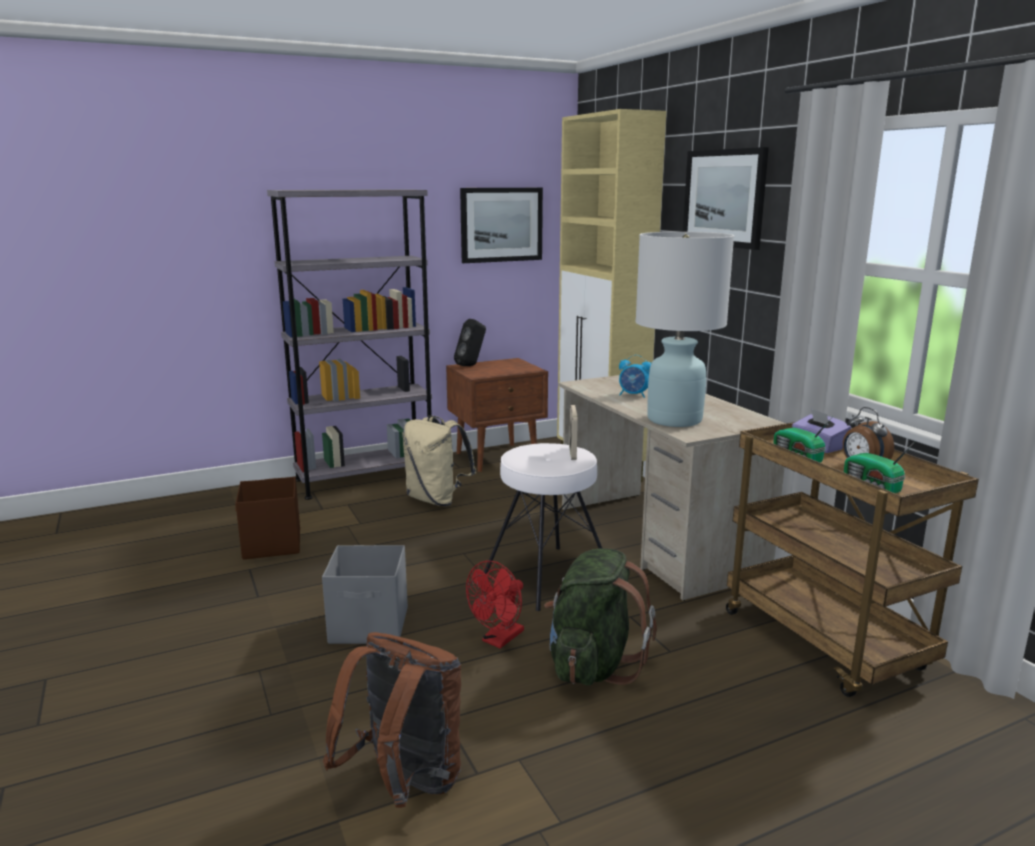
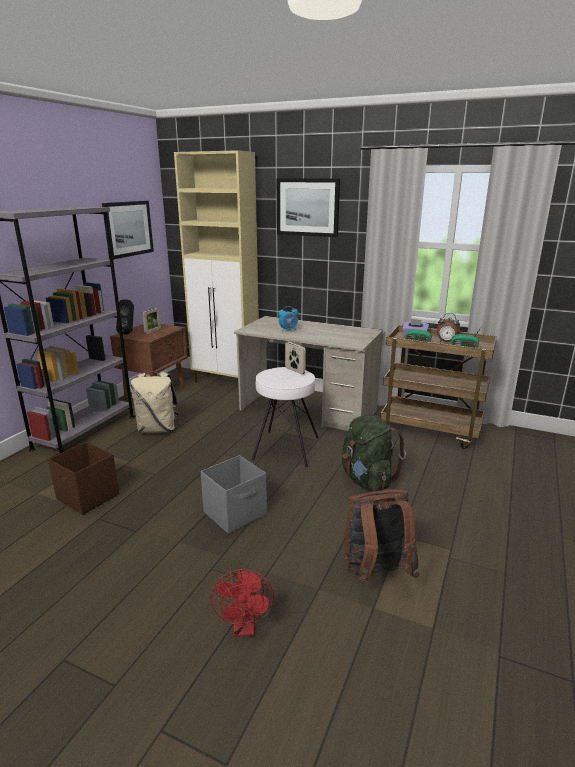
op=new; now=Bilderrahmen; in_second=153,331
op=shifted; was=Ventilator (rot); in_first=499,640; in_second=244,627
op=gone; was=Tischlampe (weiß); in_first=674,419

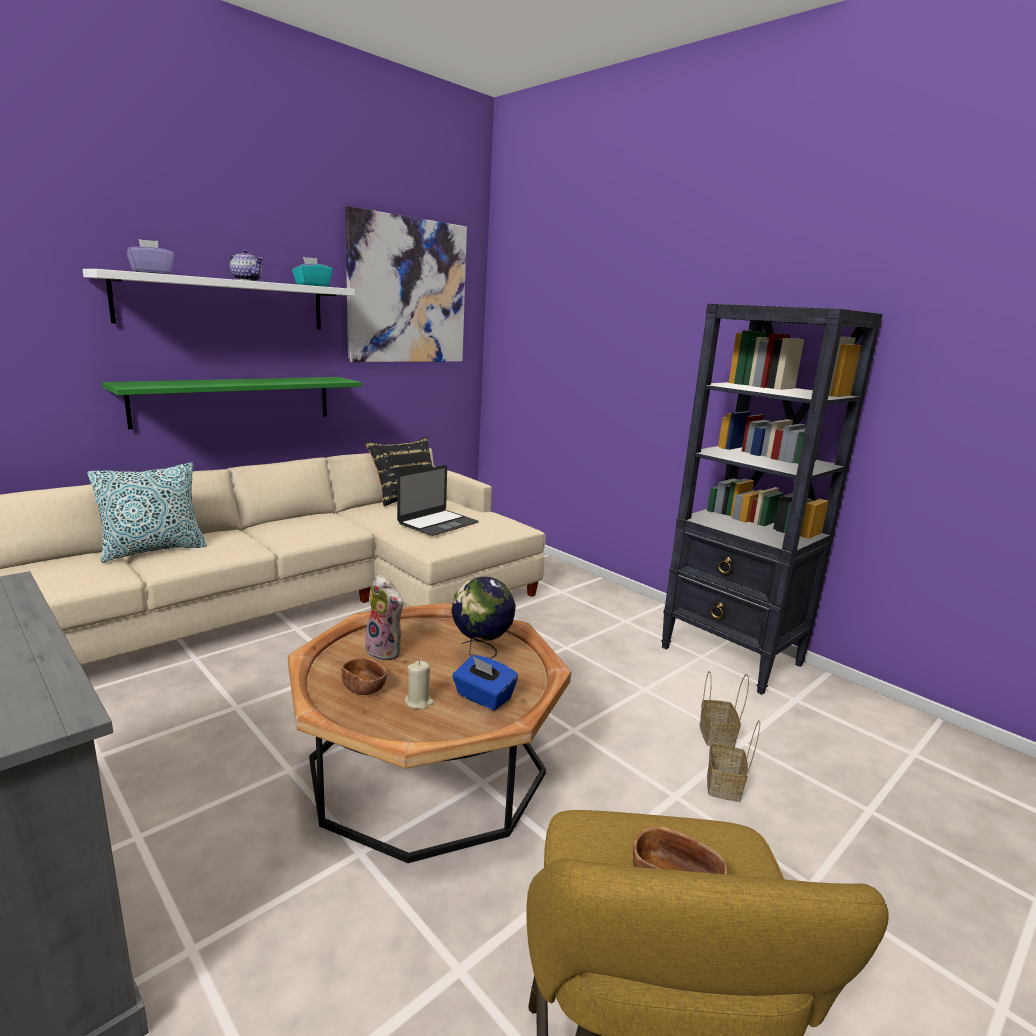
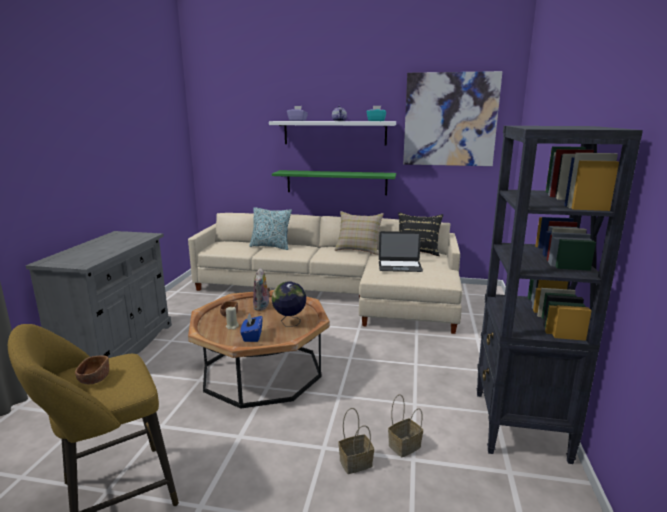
op=new; now=Kissen (beige); in_second=358,249

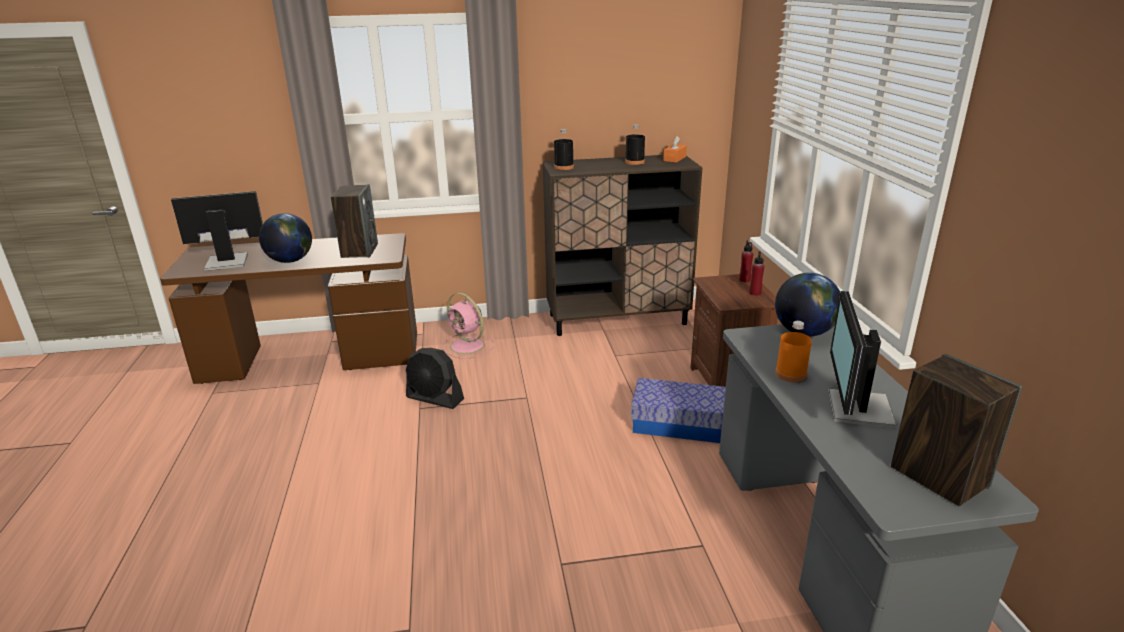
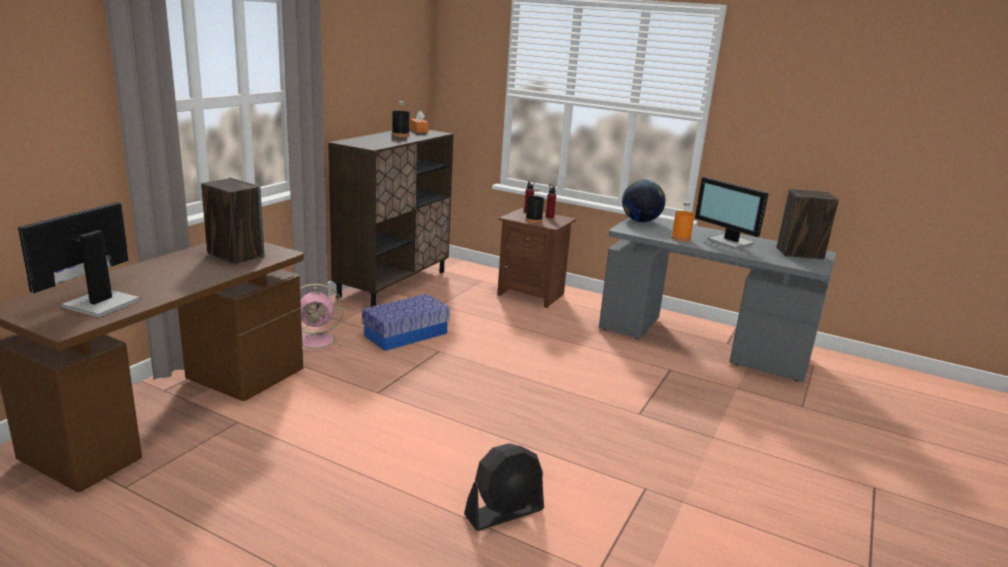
op=shifted; was=Aufbewahrungsbox; in_first=678,424; in_second=406,334
op=shifted; was=Ventilator (schwarz); in_first=435,398; in_second=504,512
op=shifted; was=Flasche (schwarz); in_first=563,167; in_second=533,220
op=gone; was=Globus; in_first=290,260

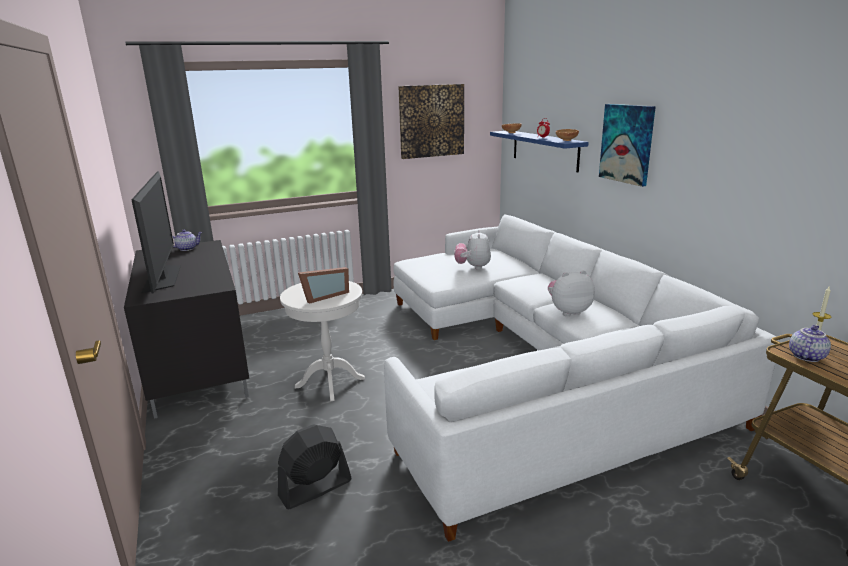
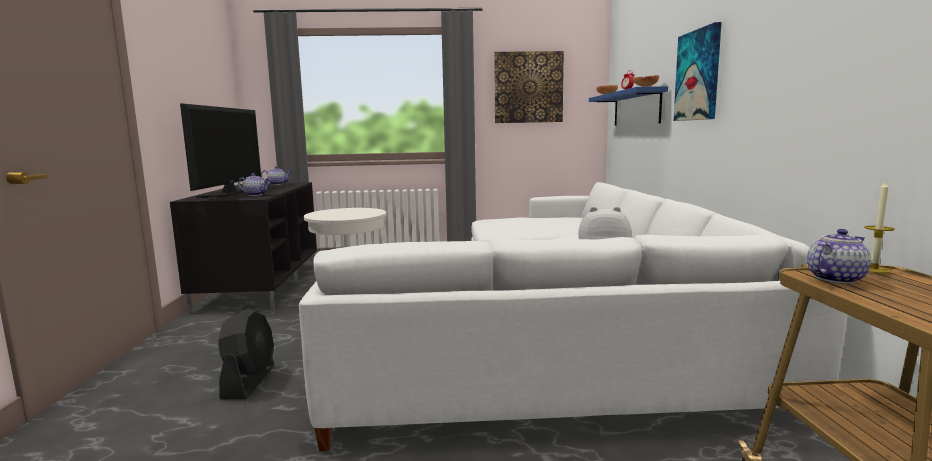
op=rotated; was=Ventilator (schwarz); in_first=315,488; in_second=249,381; clockwise=105
op=new; now=Teekanne; in_second=255,195
op=gone; was=Bilderrahmen; in_first=324,296
op=gone; was=Plüschtier; in_first=473,267

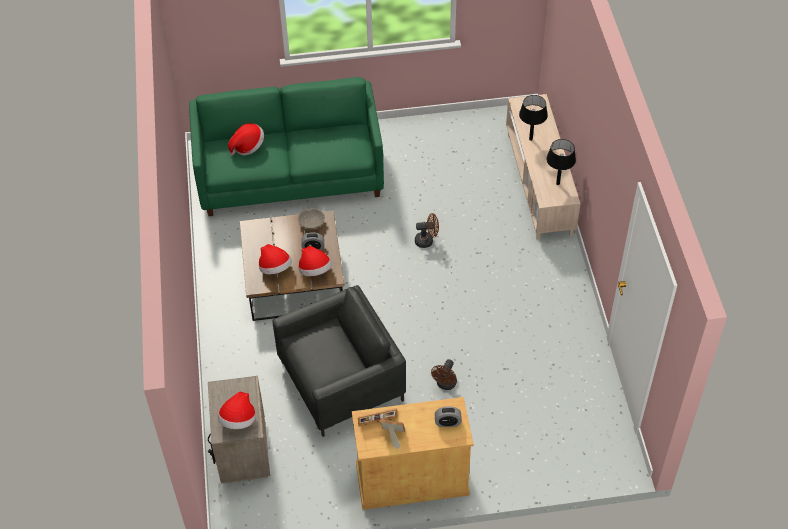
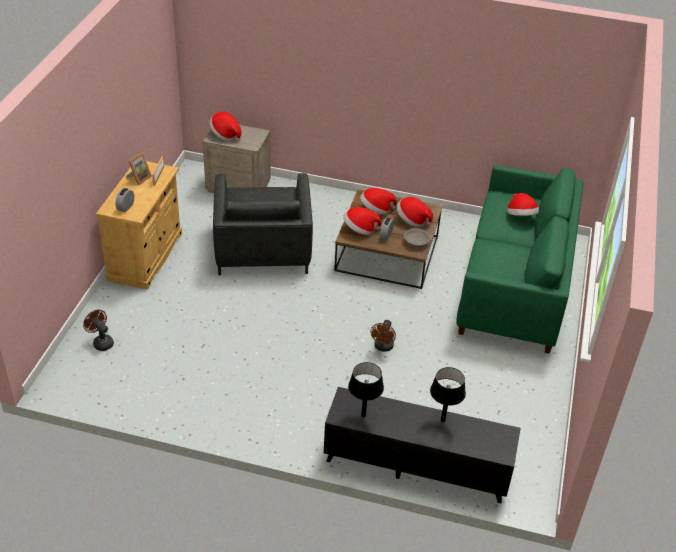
op=shifted; was=Ventilator (braun); in_first=445,385; in_second=101,342
op=repainted; was=Fernsehschrank (beige); now=Fernsehschrank (schwarz); in_first=539,183; in_second=417,465
op=new; now=Hut; in_second=412,220

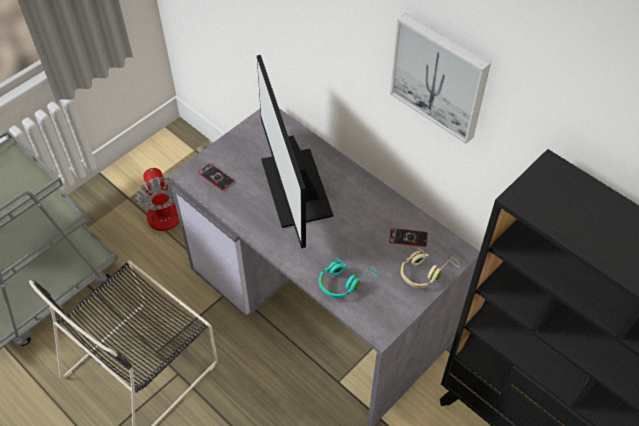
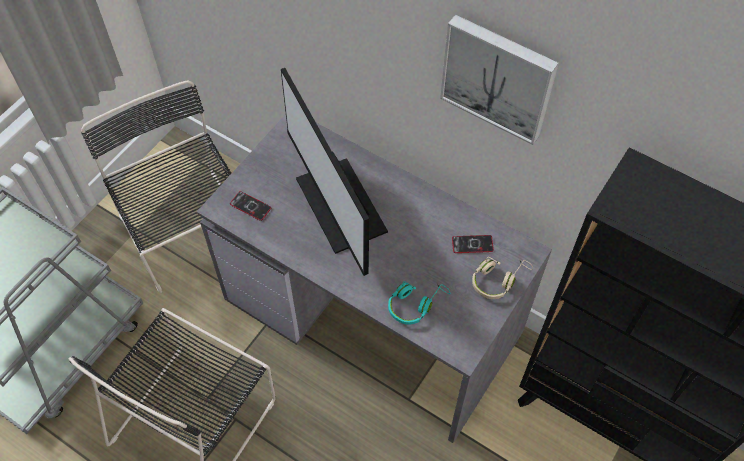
op=swapped; was=Ventilator; now=Stuhl (schwarz); in_first=172,207; in_second=189,233

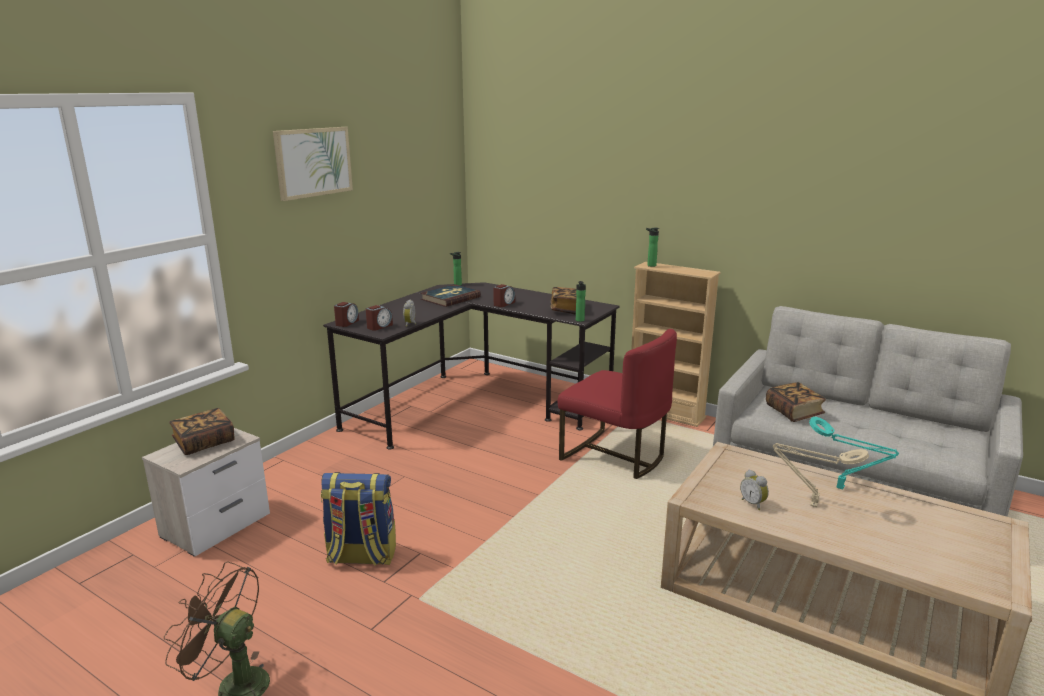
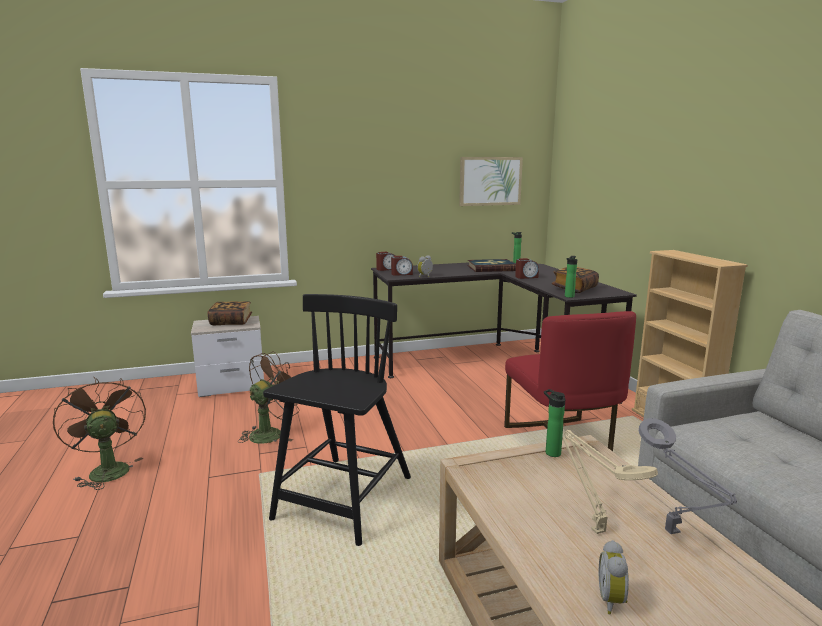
op=swapped; was=Rucksack; now=Ventilator (braun); in_first=361,556; in_second=271,433
op=new; now=Stuhl (schwarz); in_second=343,499
op=shifted; was=Bild; in_first=313,162; in_second=490,181
op=shifted; was=Flasche; in_first=650,265; in_second=551,452
op=shifted; was=Wecker; in_first=753,503; in_second=613,601
op=repainted; was=Tischlampe (türkis); now=Tischlampe (grau); in_first=843,488; in_second=675,534
op=gone; was=Buch; in_first=793,412

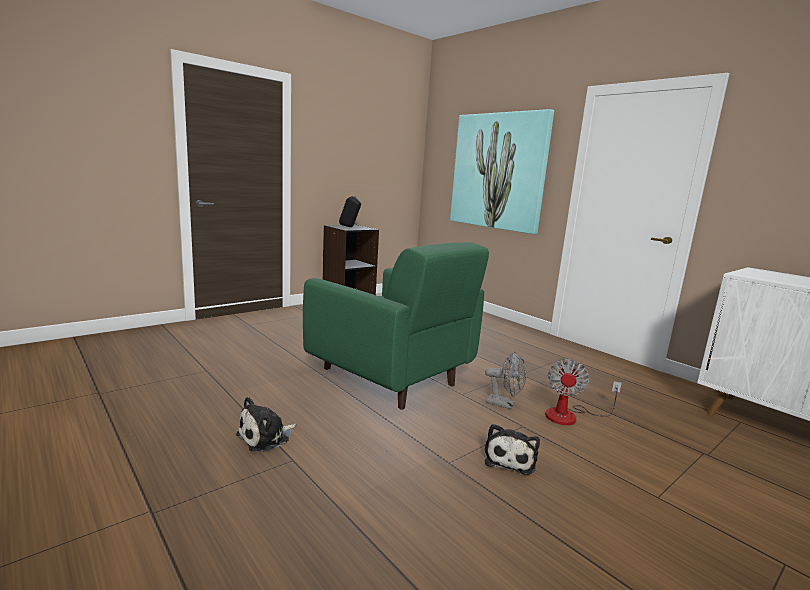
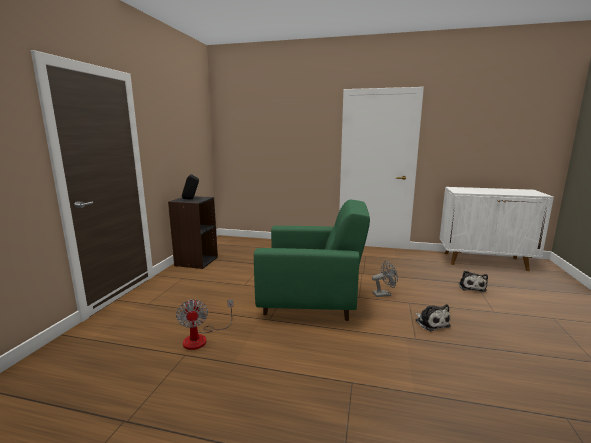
op=shifted; was=Ventilator; in_first=570,416; in_second=202,338
op=shifted; was=Plüschtier; in_first=266,437; in_second=471,287
op=gone; was=Bild; in_first=498,171

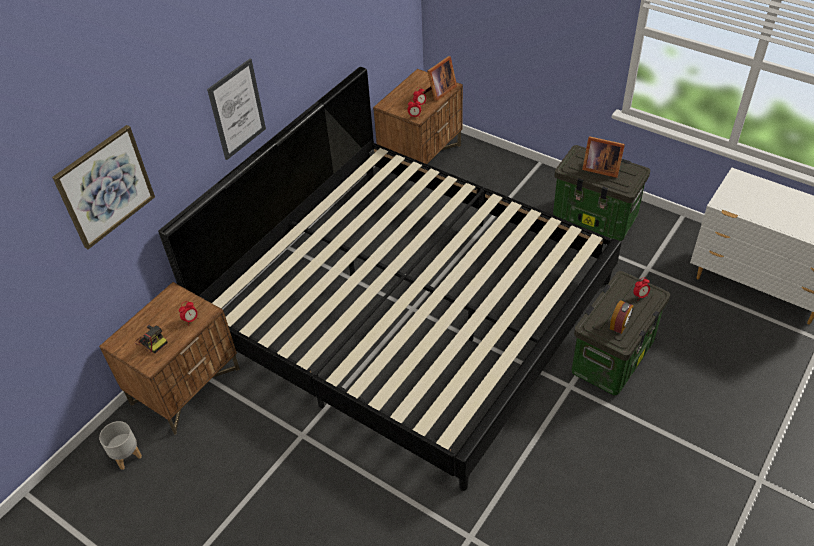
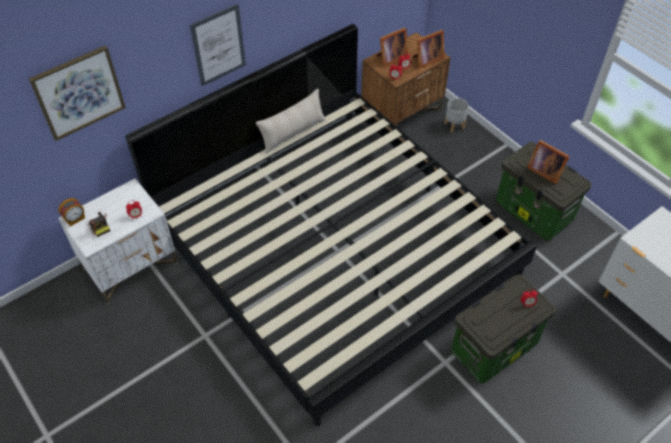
op=repainted; was=Nachttisch (braun); now=Nachttisch (weiß); in_first=186,386; in_second=130,265
op=shifted; was=Wecker; in_first=619,325; in_second=75,219
op=new; now=Kissen (beige); in_second=293,133
op=new; now=Bilderrahmen; in_second=390,58
op=shifted; was=Pflanzkübel (grau); in_first=127,455; in_second=454,125

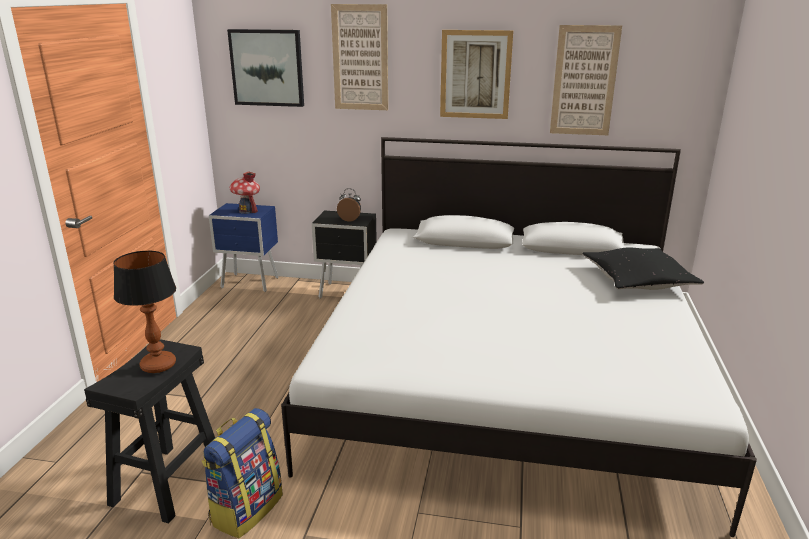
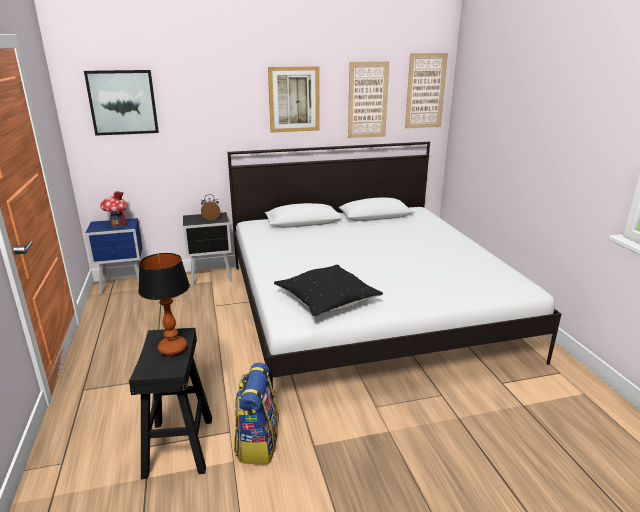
op=shifted; was=Kissen (schwarz); in_first=637,279; in_second=327,299
op=shifted; was=Bild; in_first=360,58; in_second=425,91

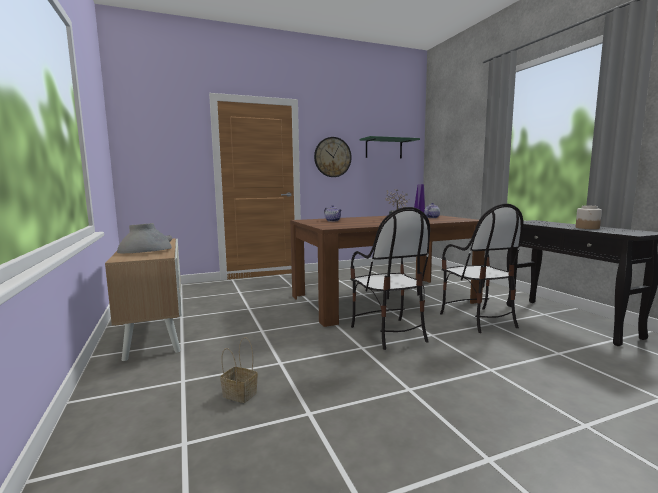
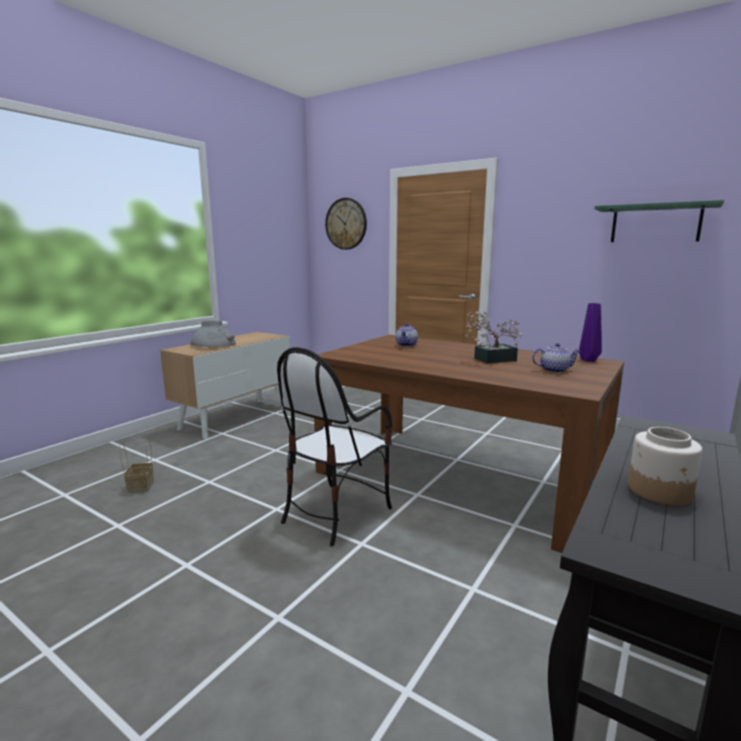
op=shifted; was=Wanduhr; in_first=332,157; in_second=346,224
op=gone; was=Stuhl; in_first=477,319

